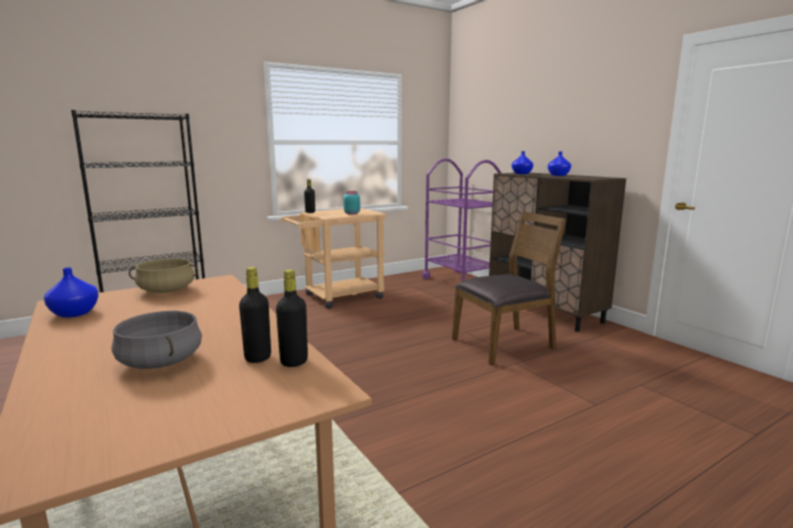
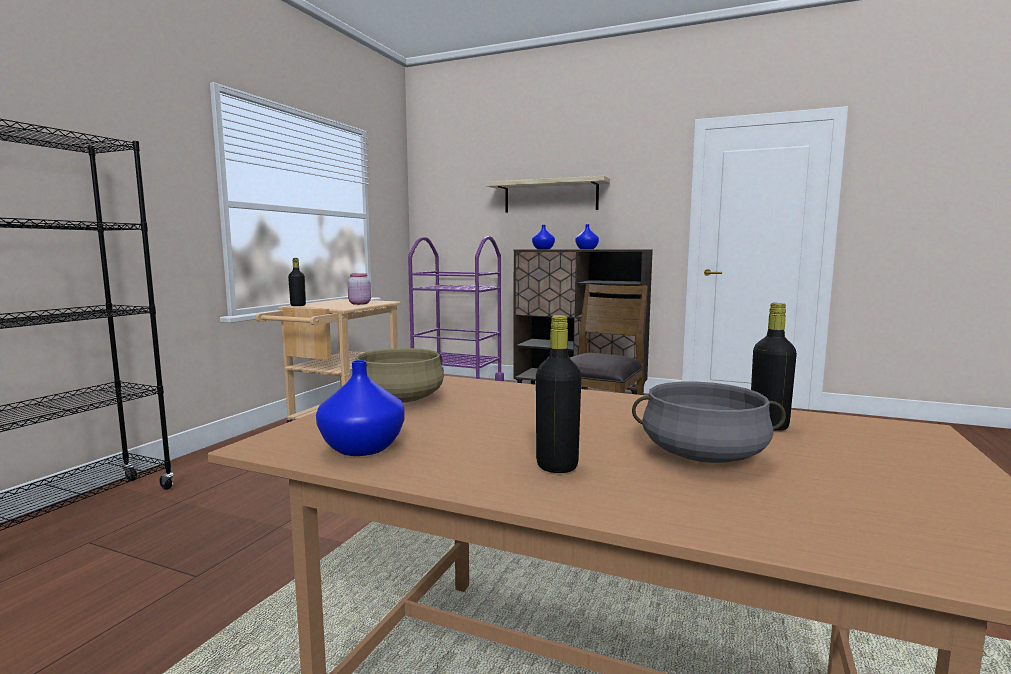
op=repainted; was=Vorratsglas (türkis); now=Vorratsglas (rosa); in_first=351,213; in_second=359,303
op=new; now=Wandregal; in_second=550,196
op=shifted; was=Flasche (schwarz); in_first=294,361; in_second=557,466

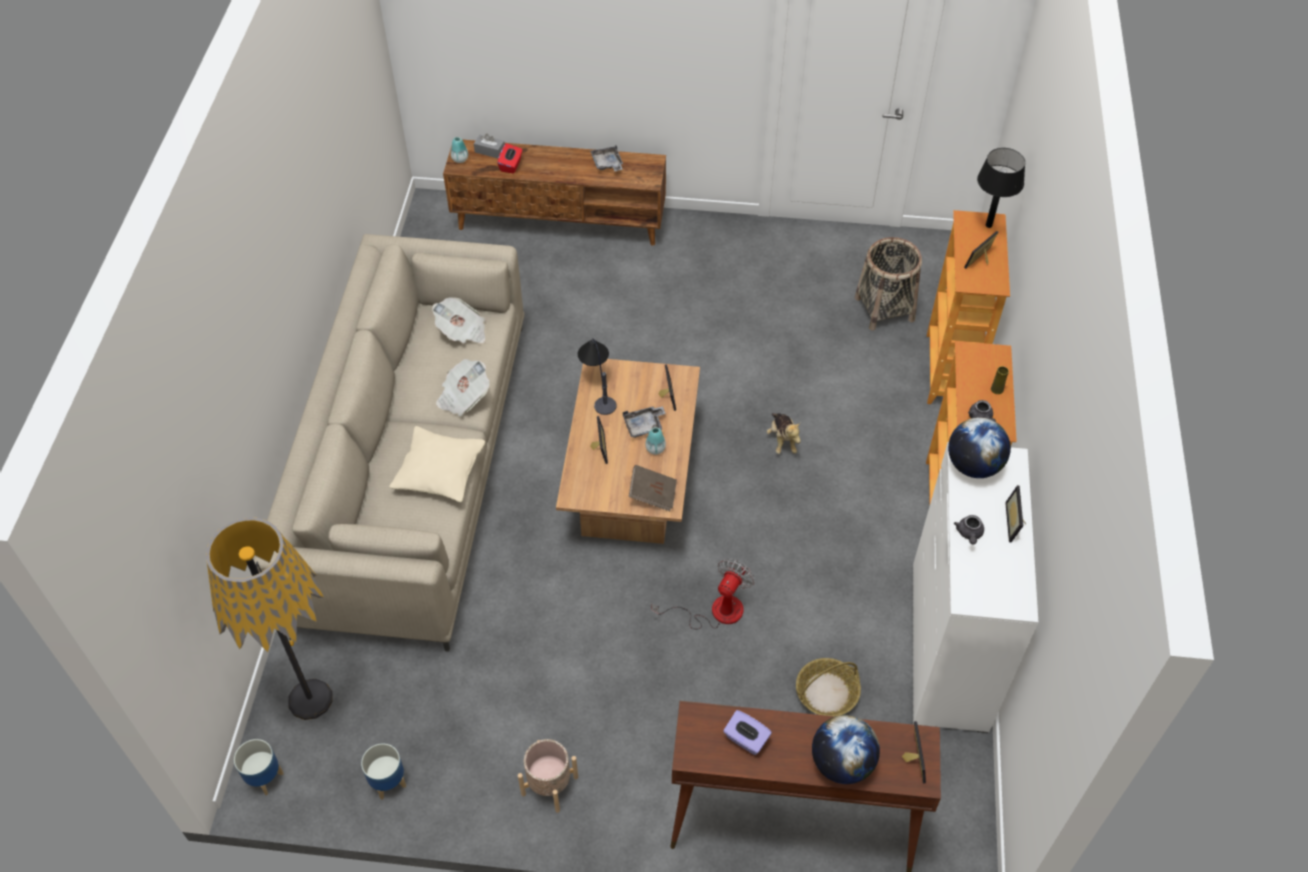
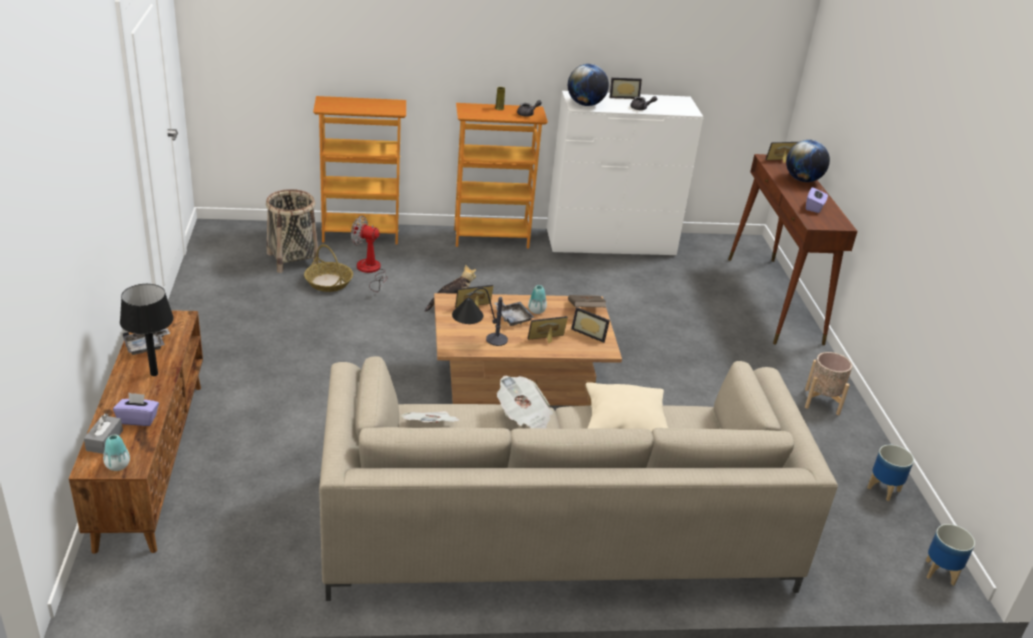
op=repainted; was=Taschentuchbox (rot); now=Taschentuchbox (lila); in_first=511,165; in_second=138,419
op=shifted; was=Tischlampe (schwarz); in_first=988,225; in_second=154,374
op=shifted; was=Korb; in_first=826,693; in_second=329,282
op=shifted; was=Ventilator; in_first=715,611; in_second=370,271
op=shifted; was=Bilderrahmen; in_first=982,261; in_second=590,333
op=gone; was=Stehlampe; in_first=310,699

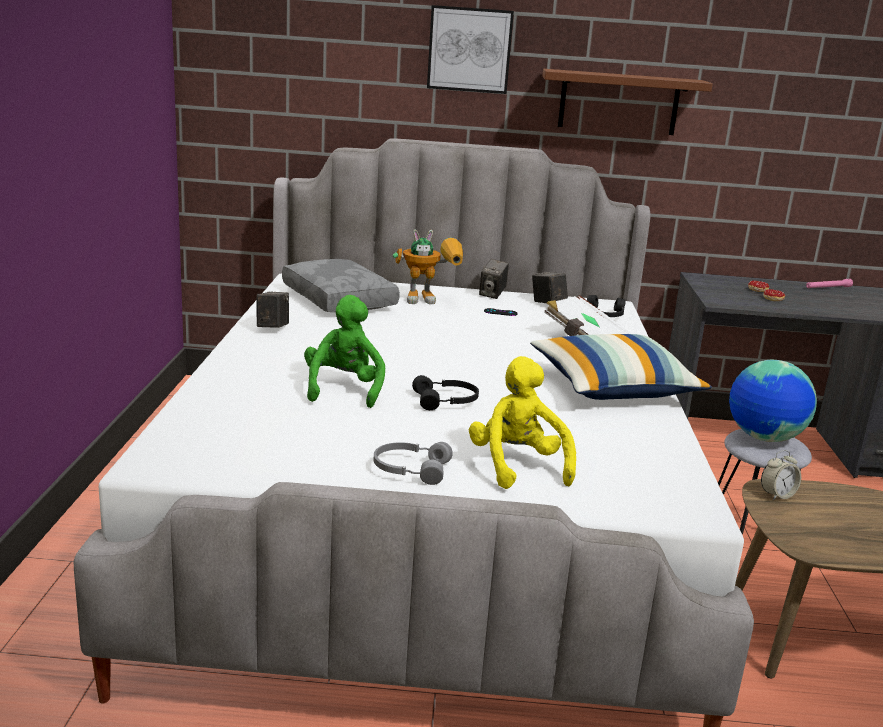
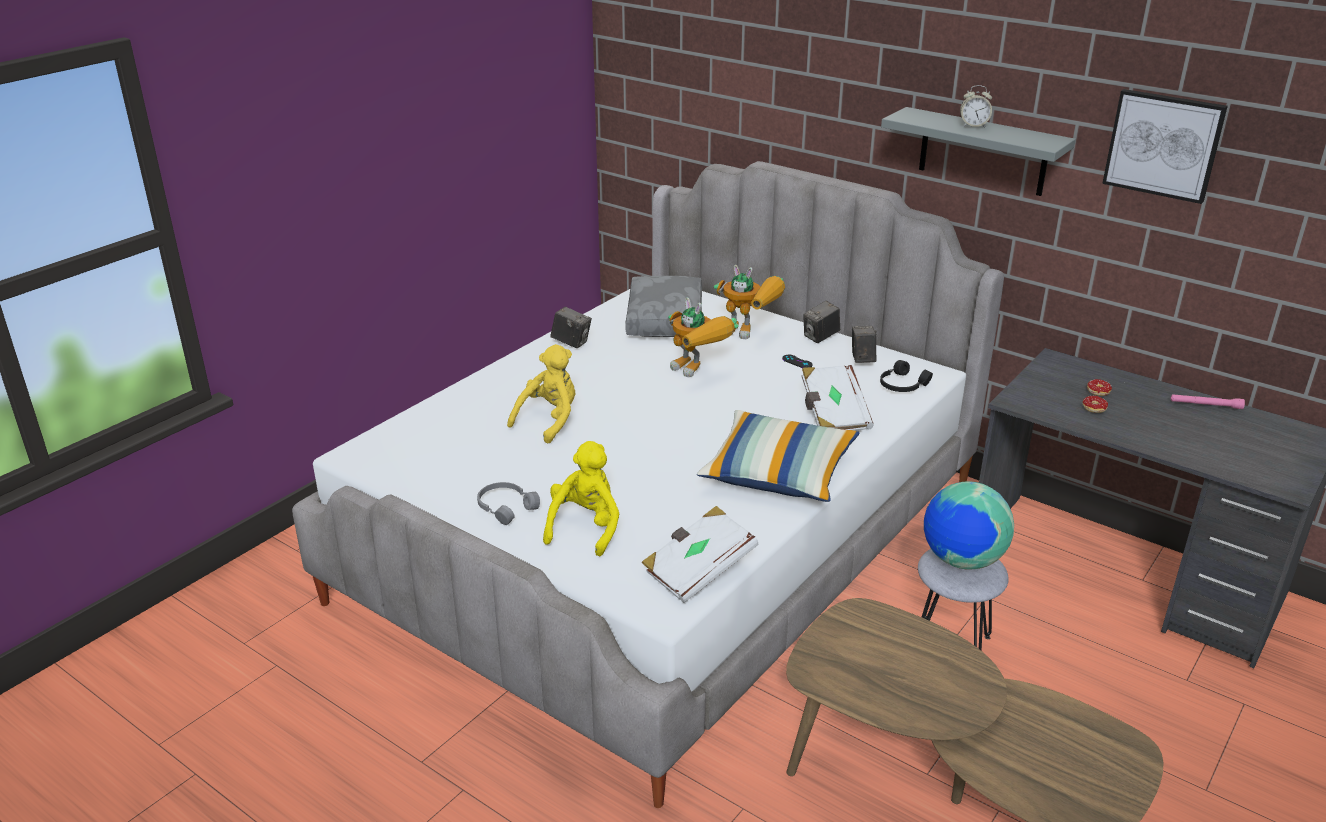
op=repainted; was=Plüschtier (grün); now=Plüschtier (gelb); in_first=344,389; in_second=549,420
op=rotated; was=Kamera; in_first=272,328; in_second=571,343; clockwise=75
op=new; now=Buch (weiß); in_second=698,570
op=new; now=Spielzeugroboter; in_second=699,372
op=repainted; was=Wandregal (braun); now=Wandregal (grau); in_first=618,102; in_second=983,152
op=shifted; was=Wecker; in_first=777,495; in_second=973,126
op=shifted; was=Bild; in_first=469,49; in_second=1163,145
op=gone; was=Kopfhörer (schwarz); in_first=446,401

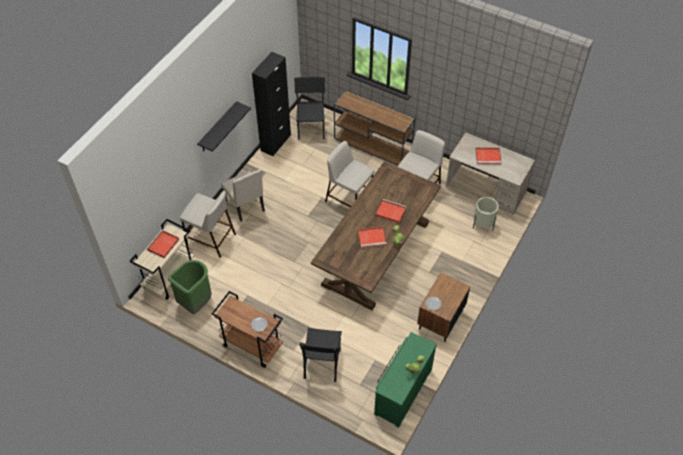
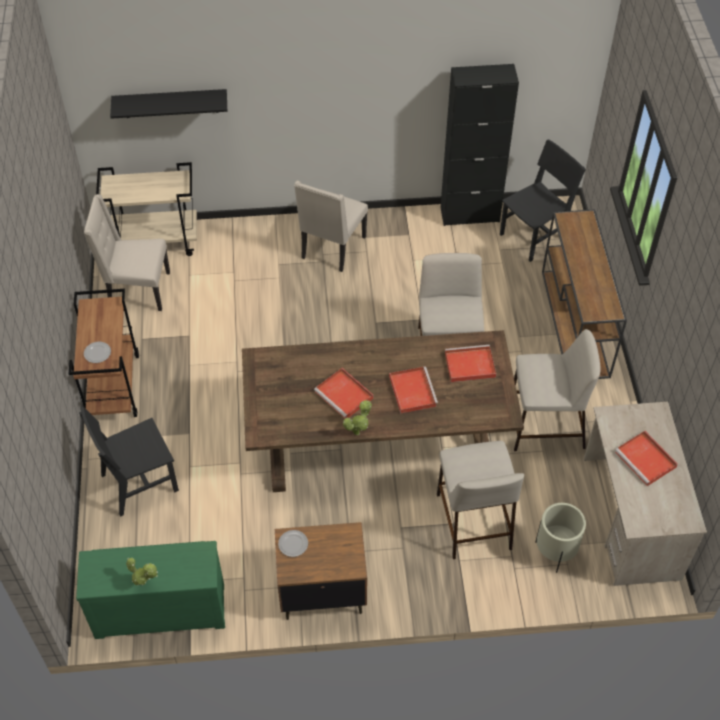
op=swapped; was=Mülleimer (grün); now=Stuhl (beige); in_first=195,302; in_second=137,290
op=shifted; was=Wandregal (schwarz); in_first=218,127; in_second=170,103
op=shifted; was=Hocker (beige); in_first=210,239; in_second=473,520
op=shifted; was=Tablett (rot); in_first=163,245; in_second=469,365

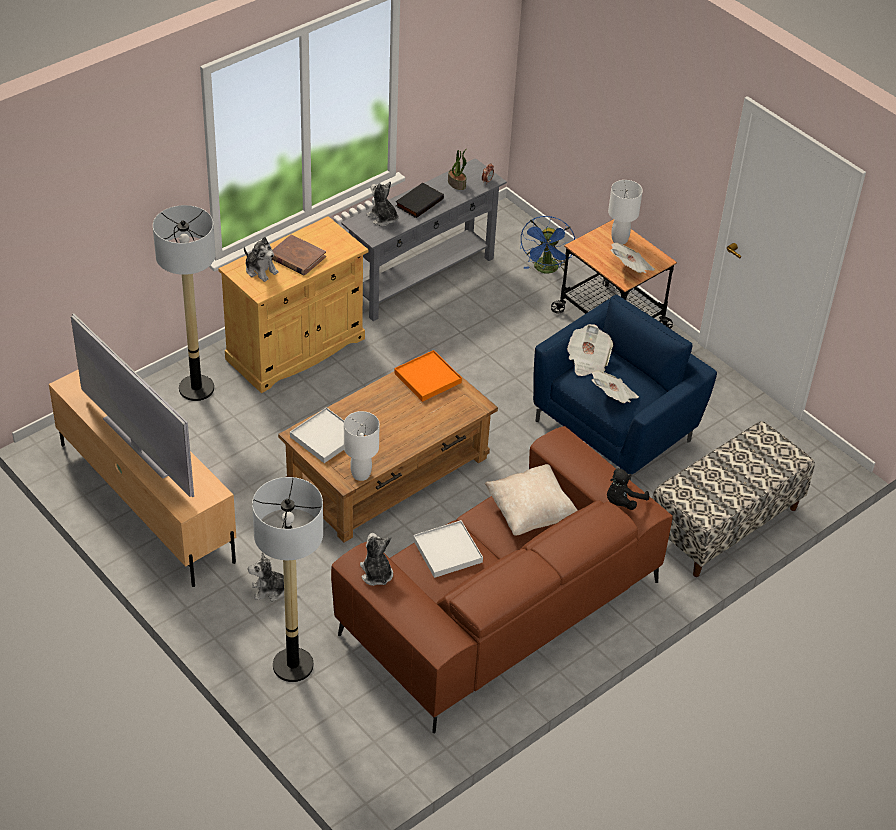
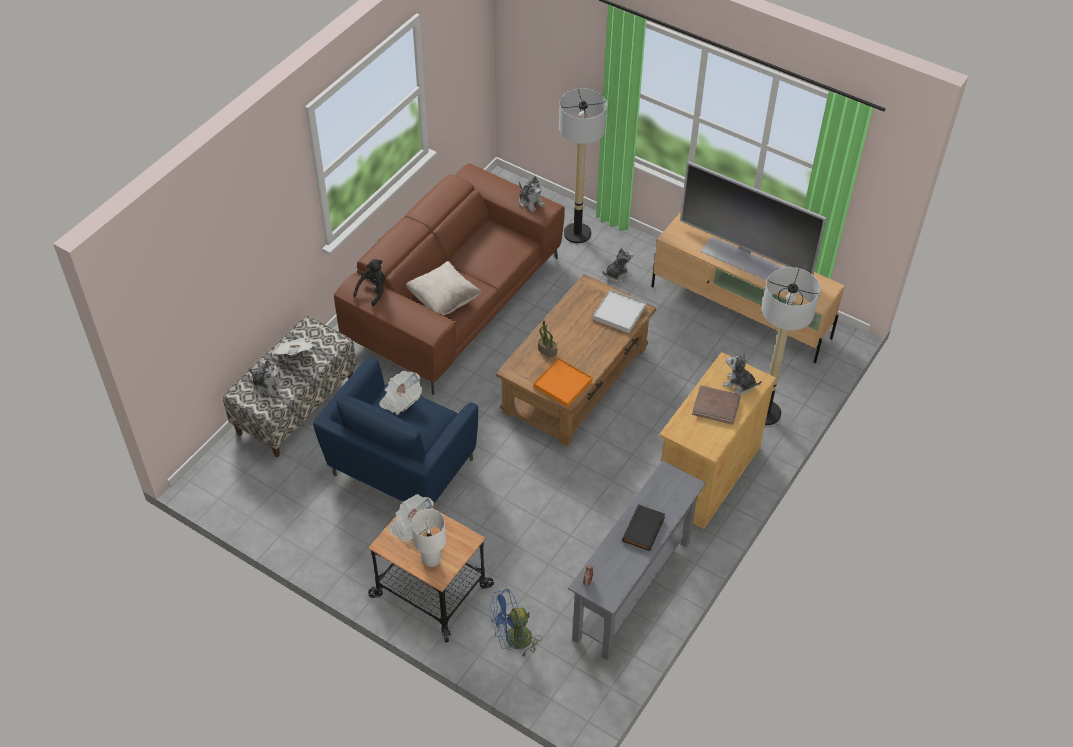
op=shifted; was=Plüschtier; in_first=383,218; in_second=267,385
op=shifted; was=Zeitung; in_first=587,360; in_second=295,353
op=rotated; was=Ventilator (blau); in_first=546,270; in_second=513,640; clockwise=-105
op=shifted; was=Topfpflanze; in_first=457,184; in_second=547,350
op=gone; was=Tischlampe (weiß); in_first=361,474
op=gone; was=Tablett (weiß); in_first=447,551

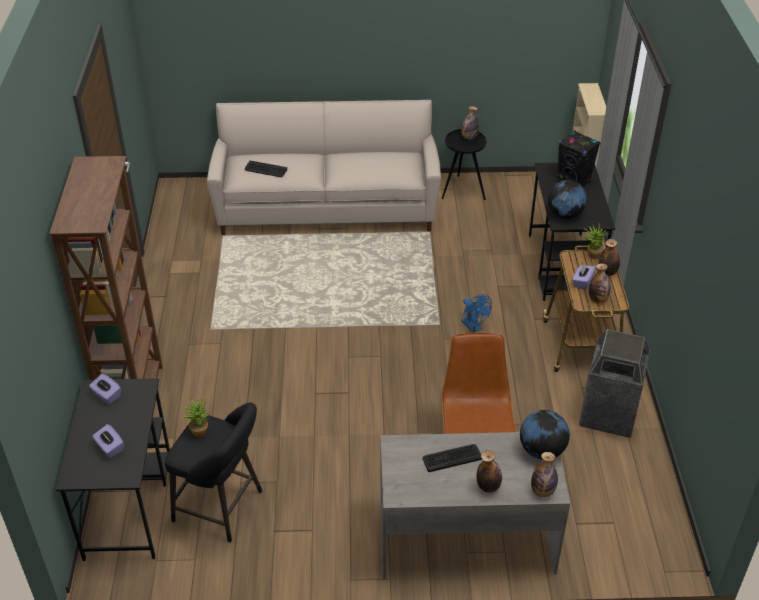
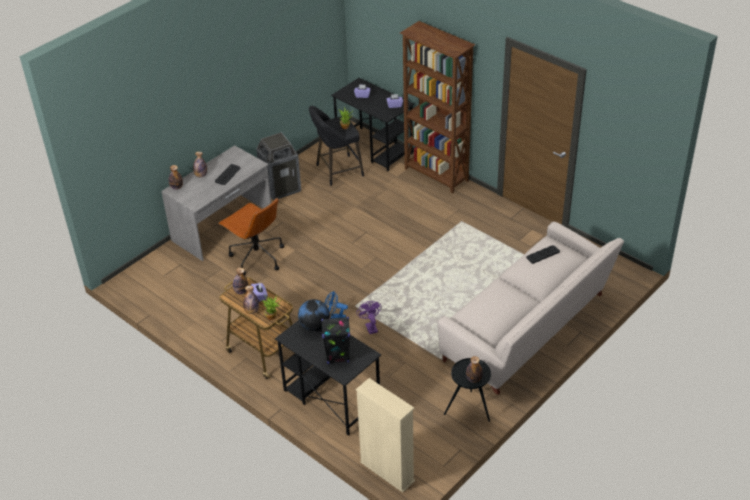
op=shifted; was=Mülleimer; in_first=608,414; in_second=281,187
op=new; now=Ventilator (lila); in_second=370,326
op=gone; was=Globus; in_first=542,450

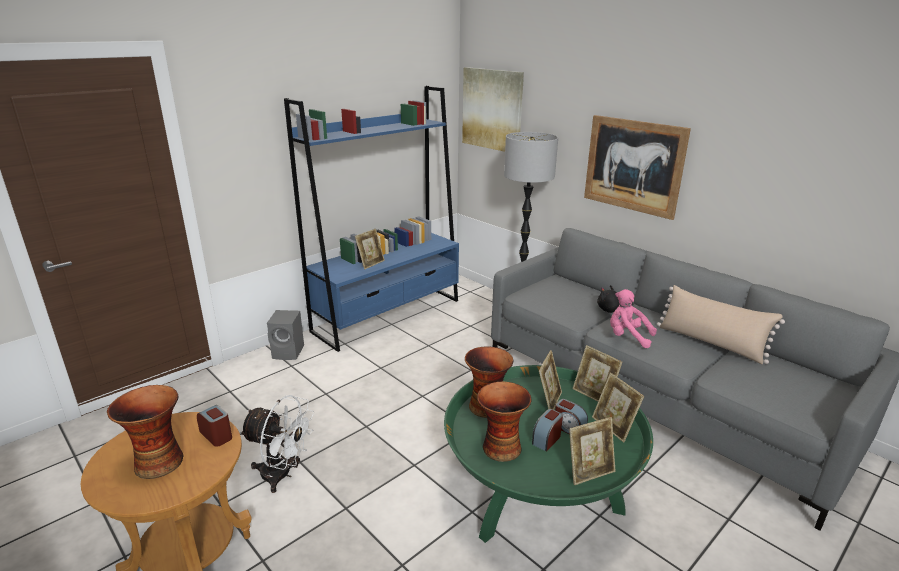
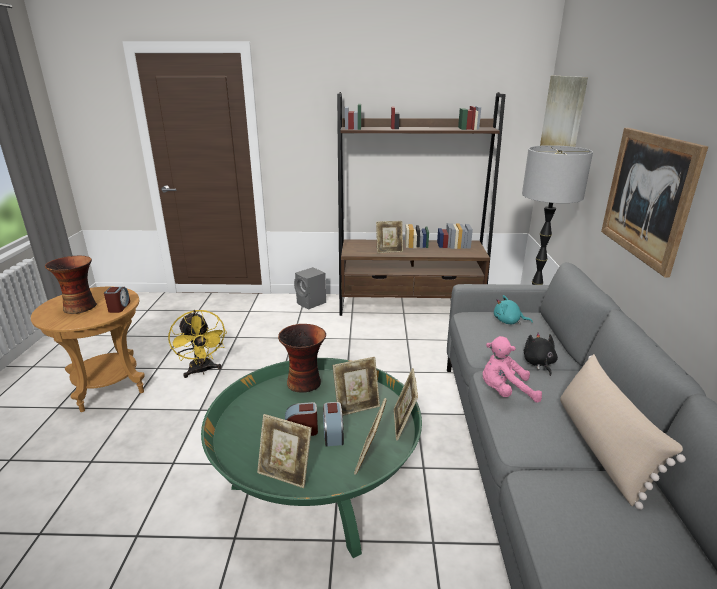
op=repainted; was=Ventilator (weiß); now=Ventilator (gelb); in_first=283,475; in_second=202,371
op=repainted; was=Bücherregal (blau); now=Bücherregal (braun); in_first=388,315; in_second=410,306
op=rotated; was=Plüschtier (rosa); in_first=627,337; in_second=505,392; clockwise=-75
op=new; now=Plüschtier (türkis); in_second=508,321
op=gone; was=Vase; in_first=500,447

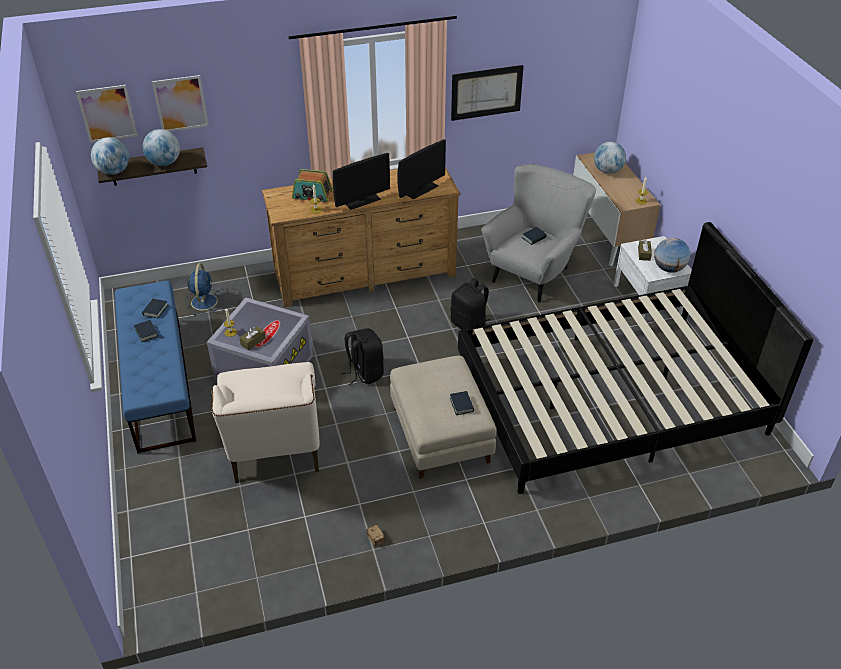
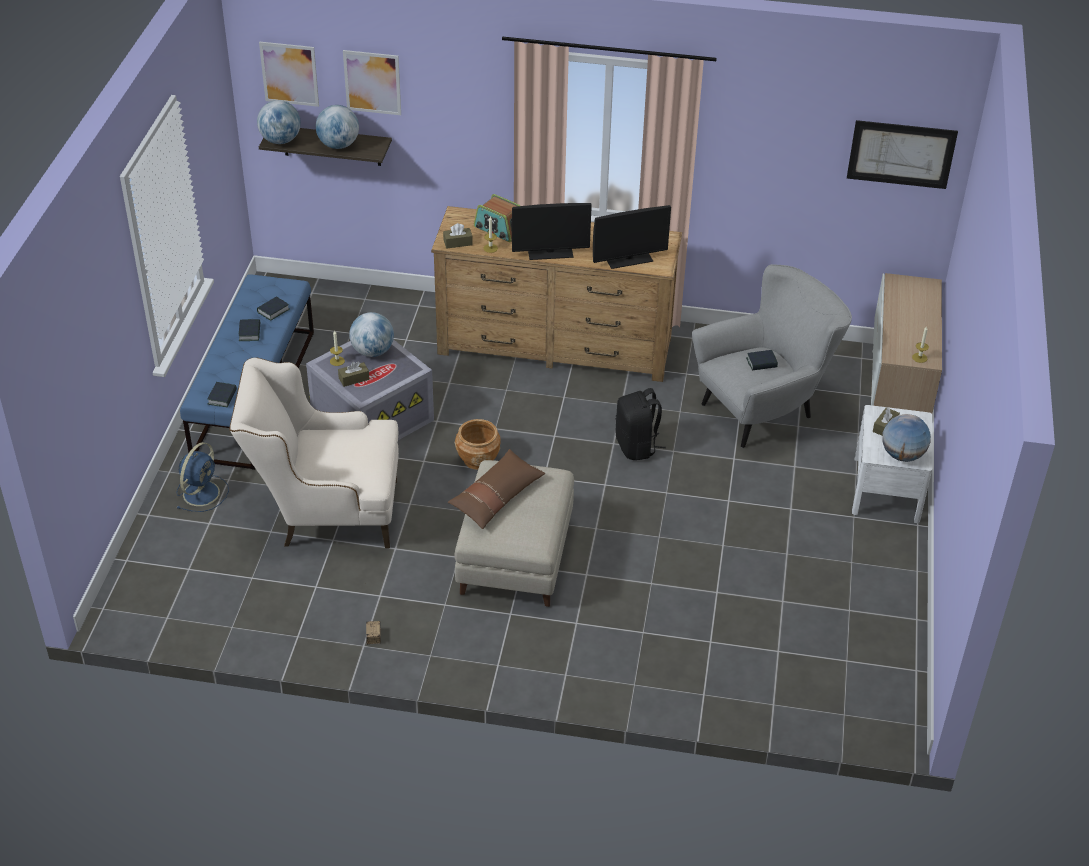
op=shifted; was=Ventilator (blau); in_first=204,301; in_second=202,492
op=shifted; was=Buch; in_first=461,405; in_second=222,397
op=rotated; was=Sessel (beige); in_first=275,453; in_second=326,512; clockwise=75
op=shifted; was=Globus; in_first=607,171; in_second=373,351
op=new; now=Taschentuchbox (braun); in_second=458,242
op=new; now=Kissen (braun); in_second=496,496
op=swapped; was=Rucksack (schwarz); now=Pflanzkübel (braun); in_first=364,372; in_second=478,459
op=shifted; was=Bild; in_first=486,92; in_second=901,154
op=gone; was=Bett (schwarz); in_first=611,399

